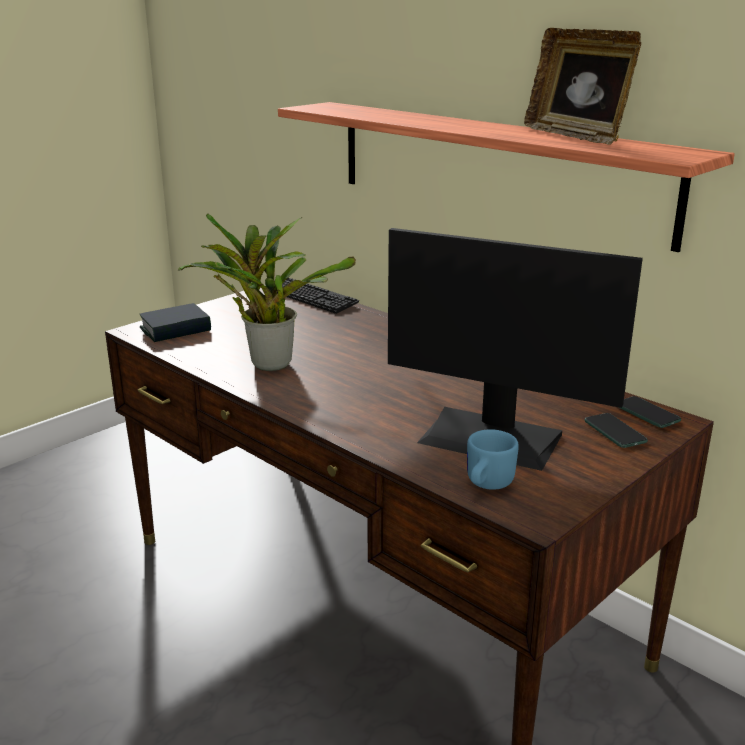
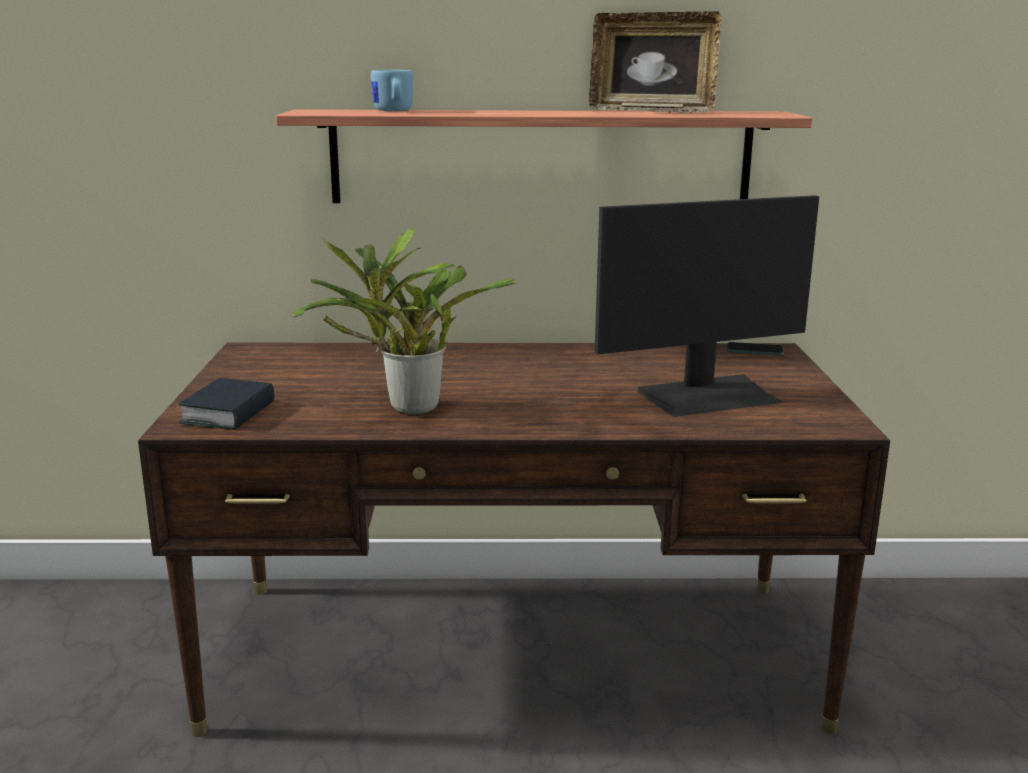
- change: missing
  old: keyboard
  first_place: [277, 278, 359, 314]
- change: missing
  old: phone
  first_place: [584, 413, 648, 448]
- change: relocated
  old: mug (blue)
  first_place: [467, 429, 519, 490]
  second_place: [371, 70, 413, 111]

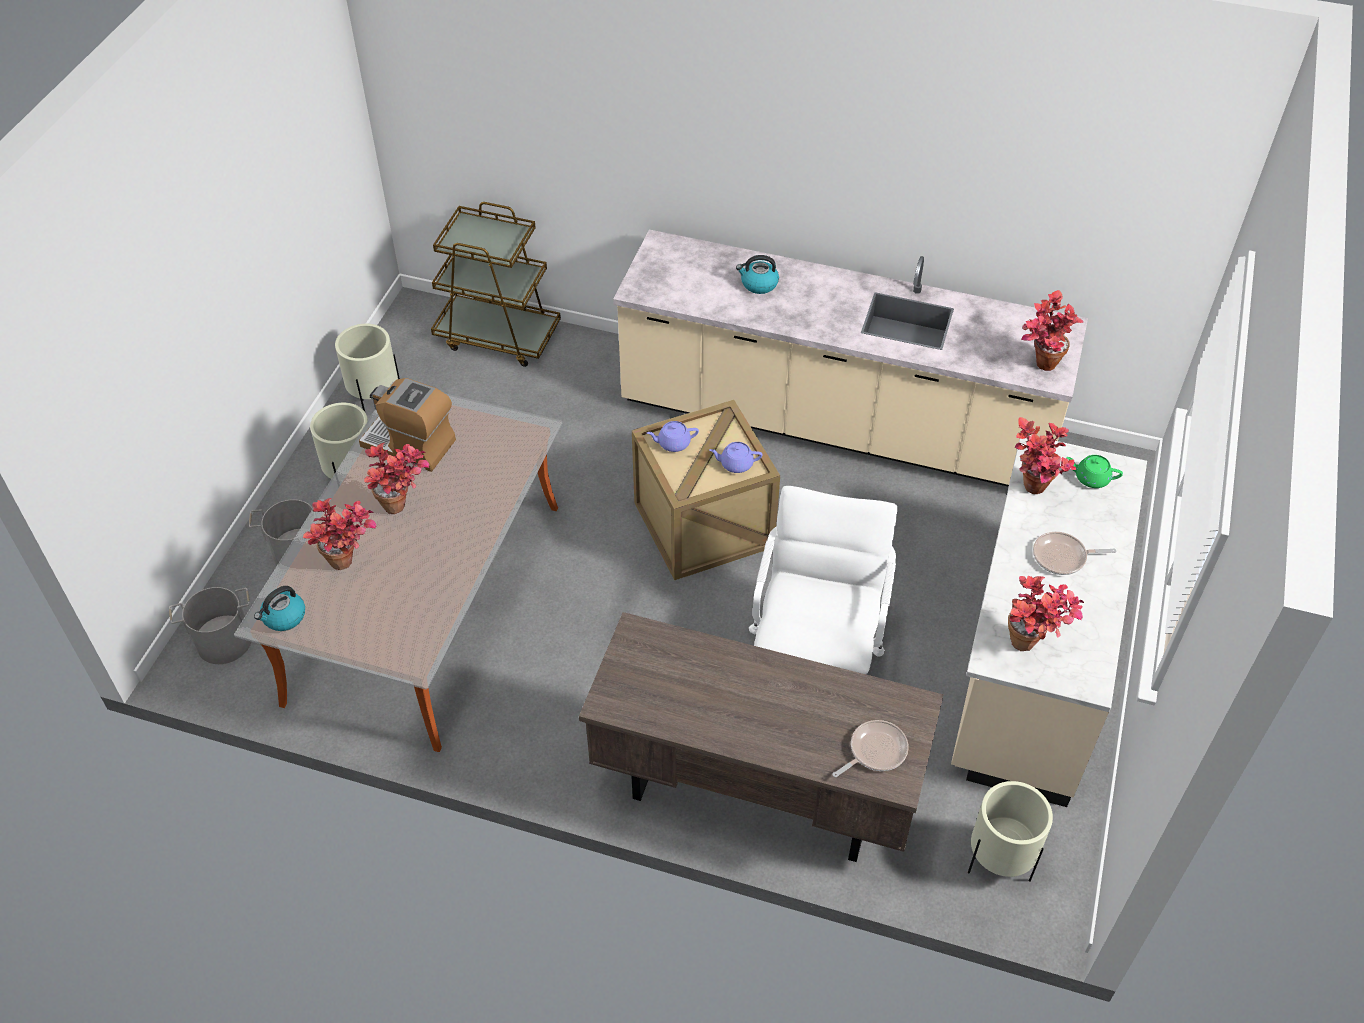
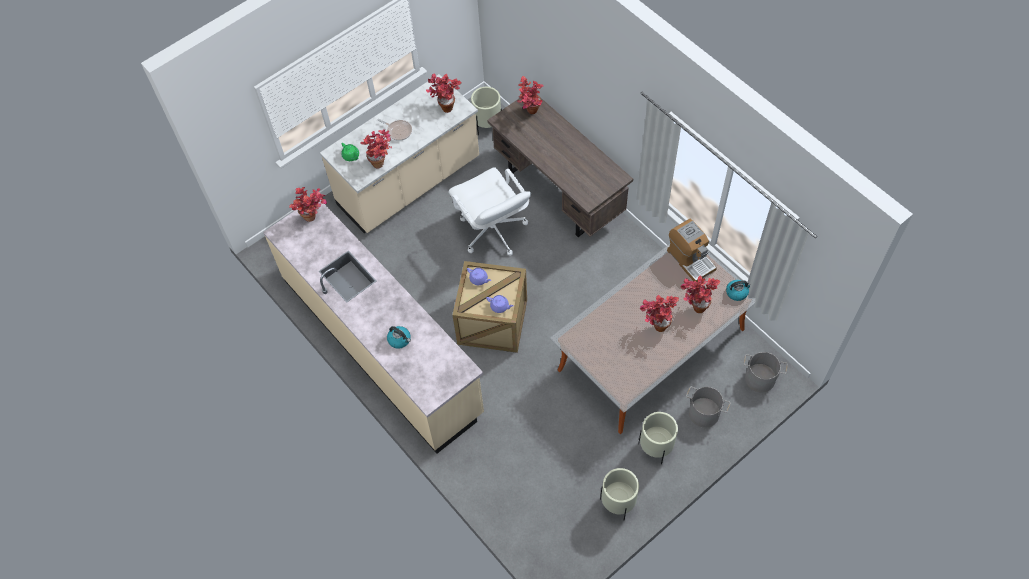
- change: missing
  old: cart (brown)
  first_place: [431, 202, 561, 367]
- change: relocated
  old: coffee machine
  first_place: [359, 378, 456, 472]
  second_place: [667, 219, 717, 282]
- change: spun
  old: office chair (white)
  first_place: [749, 486, 897, 674]
  second_place: [449, 167, 531, 256]
  degrees: -75
- change: exchanged
  old: frying pan
  new: potted plant
  first_place: [833, 720, 909, 778]
  second_place: [517, 76, 544, 114]

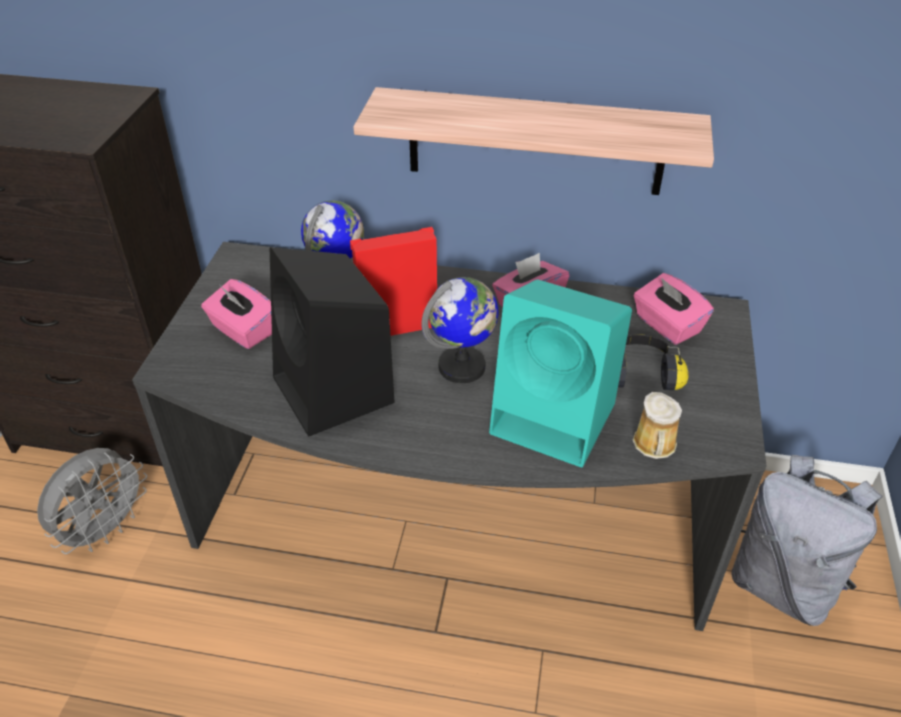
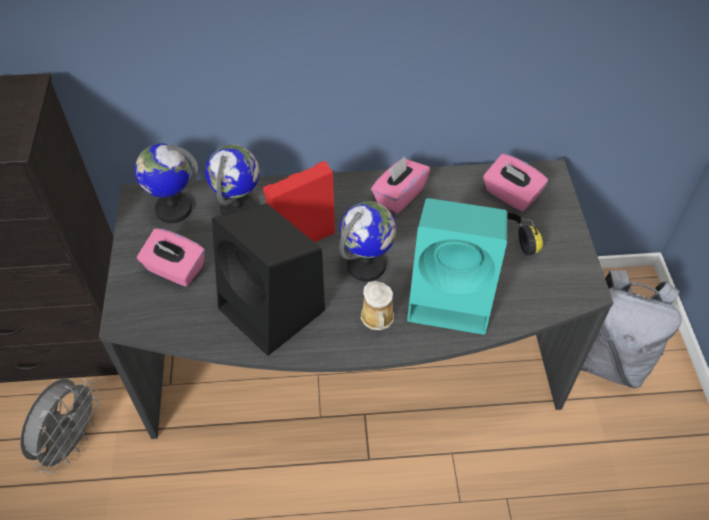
- change: missing
  old: shelf
  first_place: [353, 87, 714, 195]
- change: relocated
  old: mug
  first_place: [633, 392, 682, 459]
  second_place: [361, 281, 394, 330]
- change: appeared
  new: globe
  second_place: [135, 143, 198, 223]

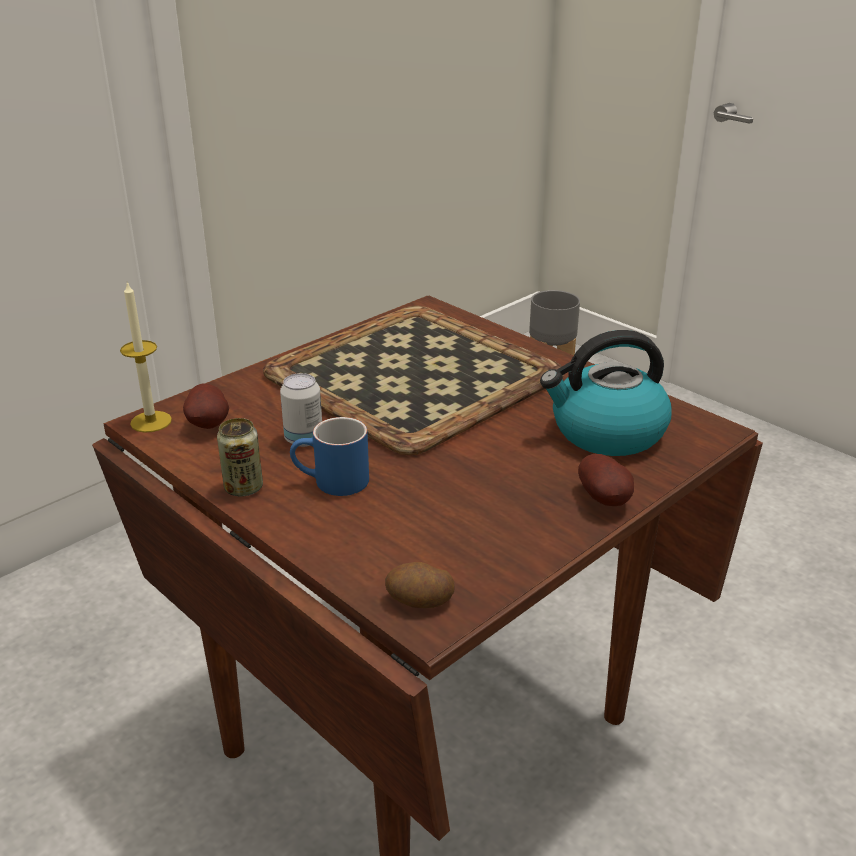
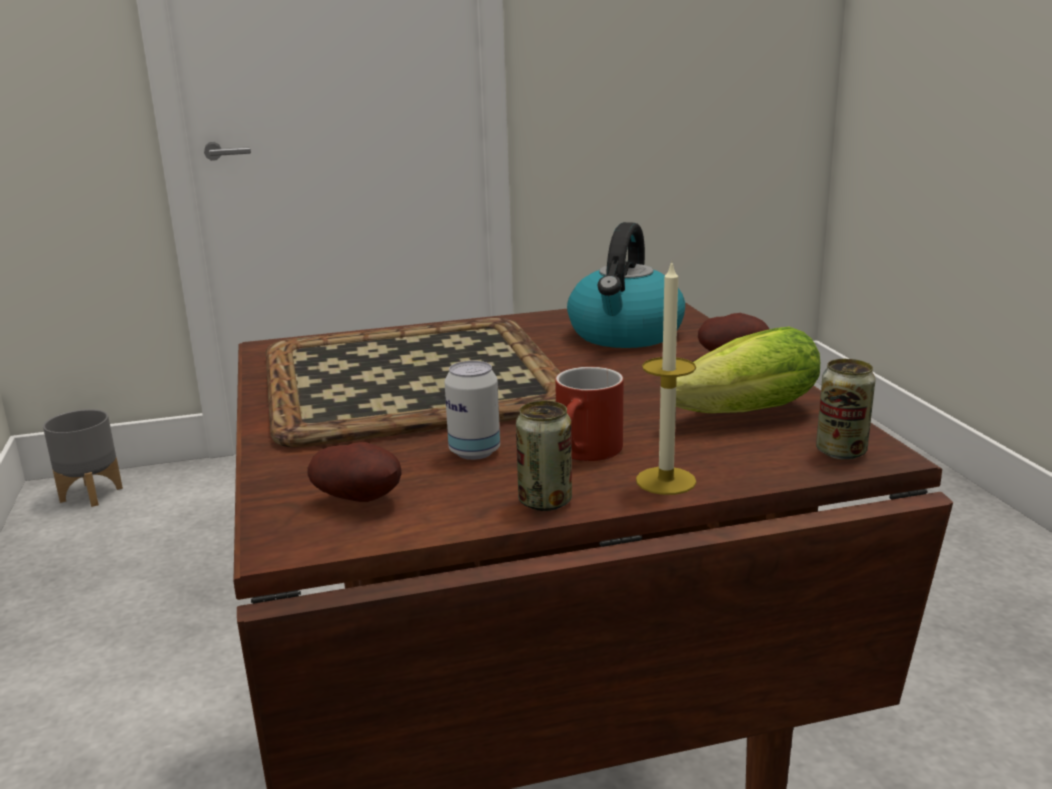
- change: relocated
  old: candle
  first_place: [120, 282, 172, 433]
  second_place: [636, 261, 697, 495]
- change: colour
  old: mug (blue)
  new: mug (red)
  first_place: [290, 417, 369, 496]
  second_place: [555, 367, 623, 461]
- change: exchanged
  old: potato
  new: can
  first_place: [385, 562, 455, 608]
  second_place: [816, 359, 875, 460]
- change: appeared
  new: lettuce
  second_place: [660, 327, 820, 413]

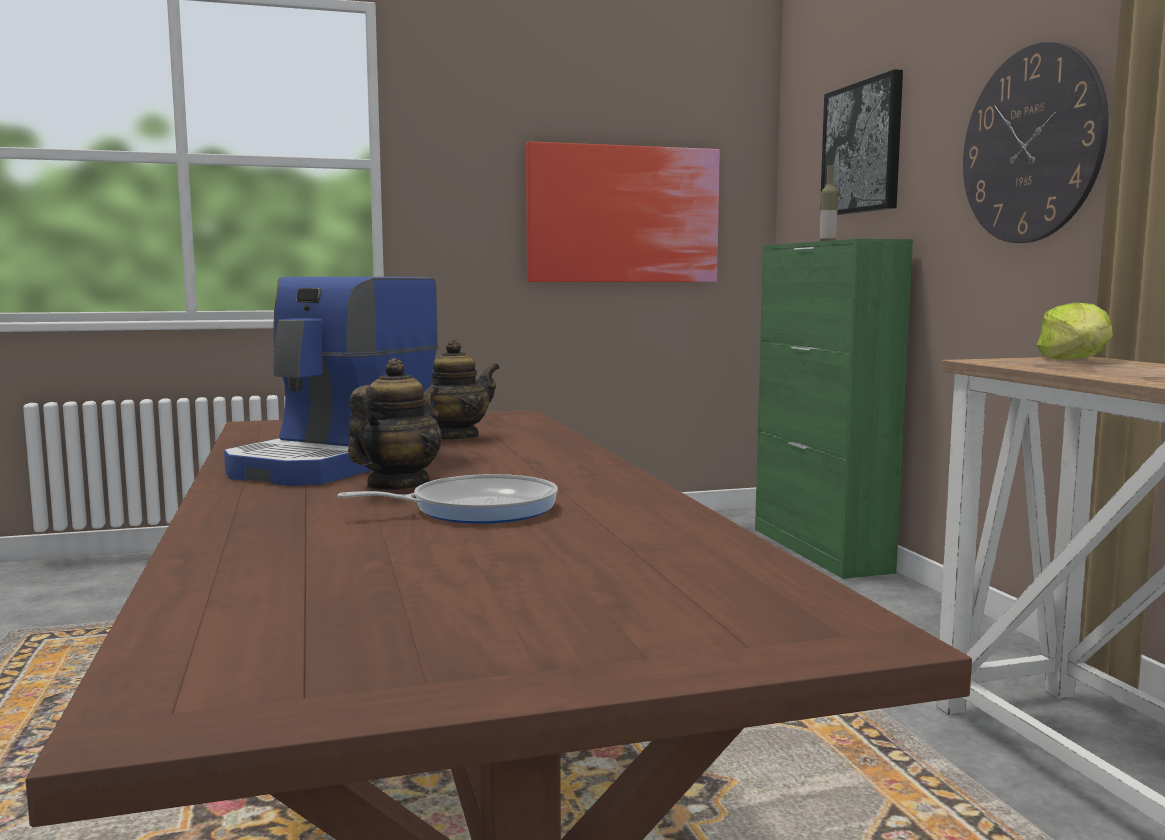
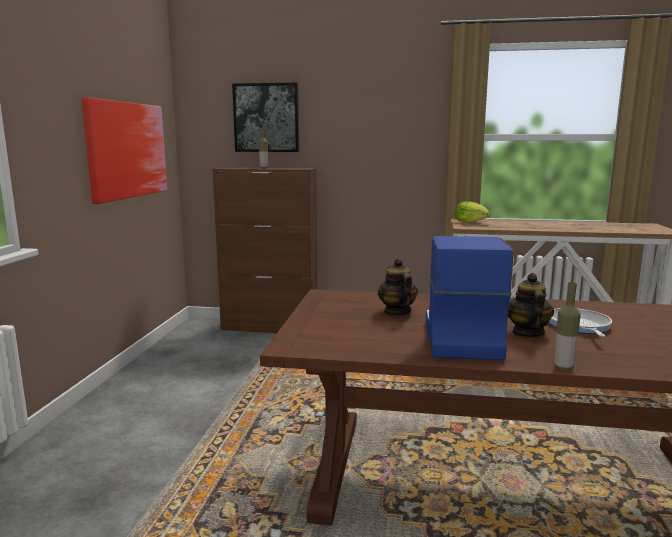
- change: missing
  old: wall clock
  first_place: [963, 42, 1108, 243]
- change: colour
  old: cabinet (green)
  new: cabinet (brown)
  first_place: [755, 239, 913, 579]
  second_place: [212, 167, 317, 333]
- change: spun
  old: coffee machine
  first_place: [224, 277, 439, 486]
  second_place: [426, 236, 514, 360]
  degrees: -135
- change: spun
  old: teapot
  first_place: [348, 358, 442, 490]
  second_place: [508, 273, 554, 337]
  degrees: 45
- change: appeared
  new: bottle
  second_place: [554, 282, 581, 370]

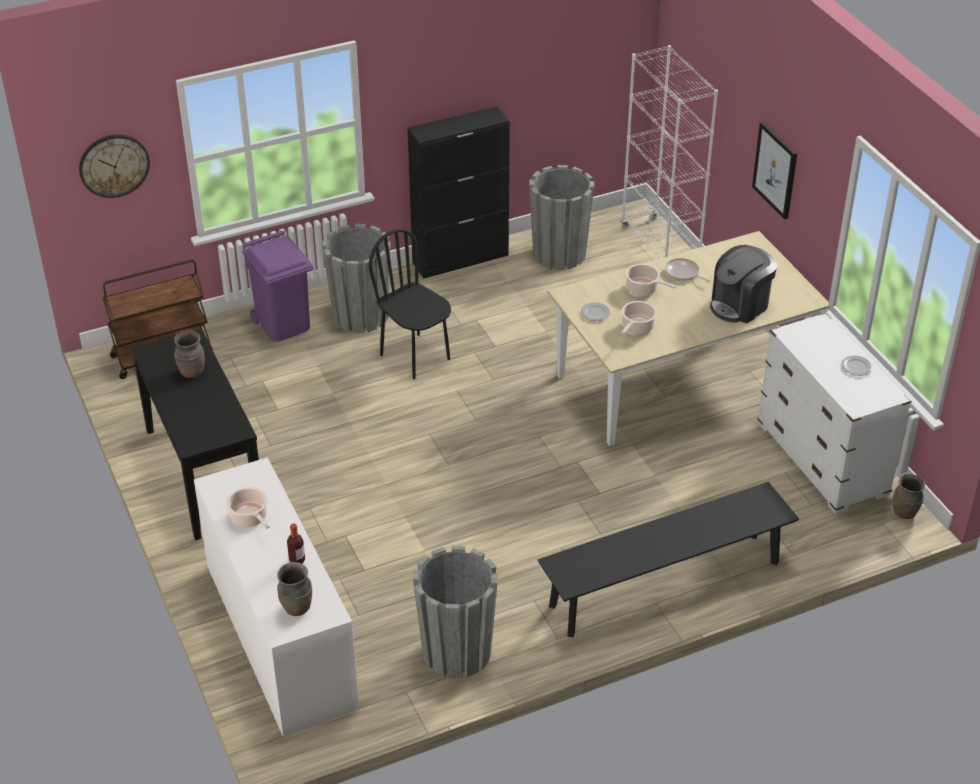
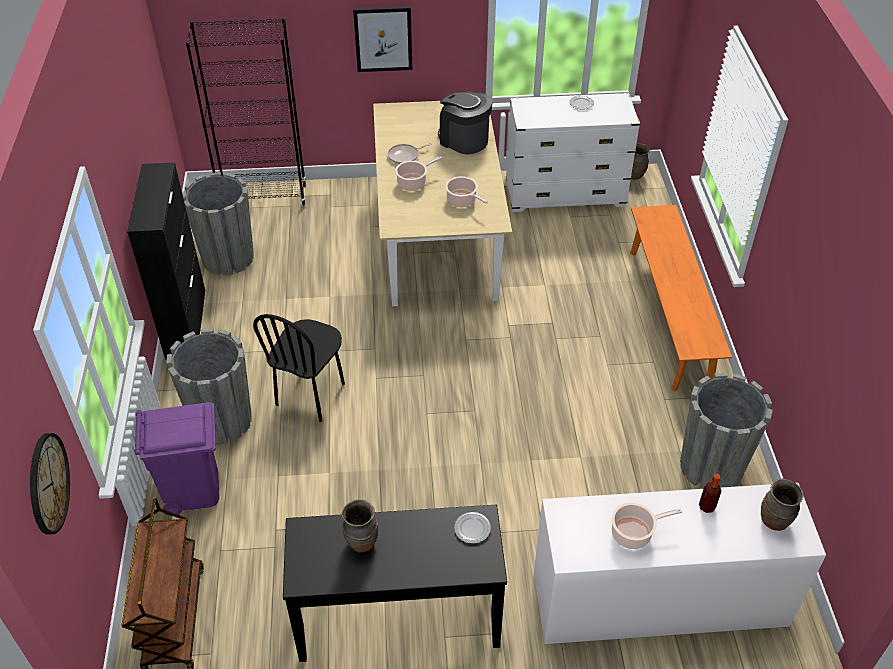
- change: colour
  old: bookcase (white)
  new: bookcase (black)
  first_place: [621, 45, 718, 259]
  second_place: [186, 18, 306, 205]
- change: spun
  old: chair (black)
  first_place: [369, 228, 451, 380]
  second_place: [253, 314, 345, 422]
  degrees: -45
- change: spun
  old: coffee machine
  first_place: [710, 245, 777, 323]
  second_place: [438, 91, 492, 154]
  degrees: 150
- change: relocated
  old: plate
  first_place: [581, 303, 610, 321]
  second_place: [454, 512, 491, 543]
- change: colour
  old: bench (black)
  new: bench (orange)
  first_place: [537, 482, 799, 637]
  second_place: [630, 205, 732, 392]

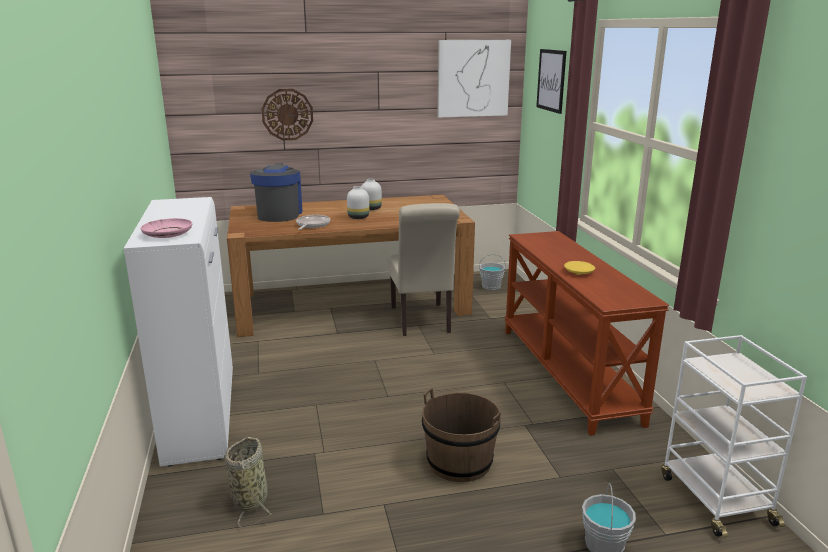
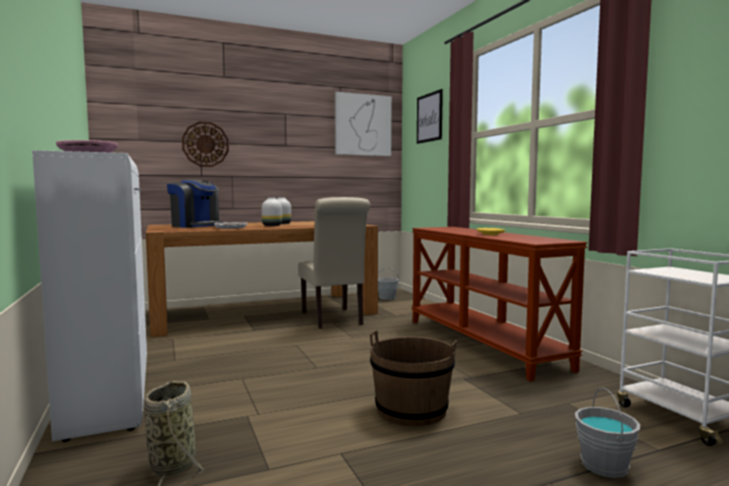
- change: spun
  old: coffee machine
  first_place: [250, 163, 303, 222]
  second_place: [167, 179, 223, 228]
  degrees: 135

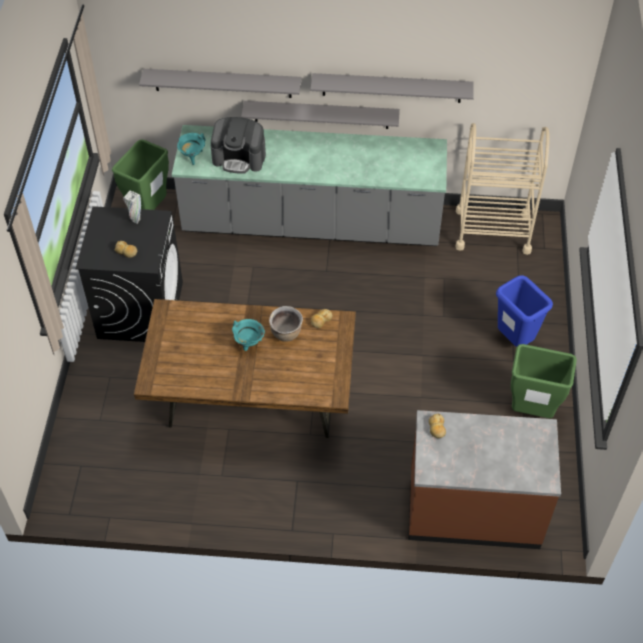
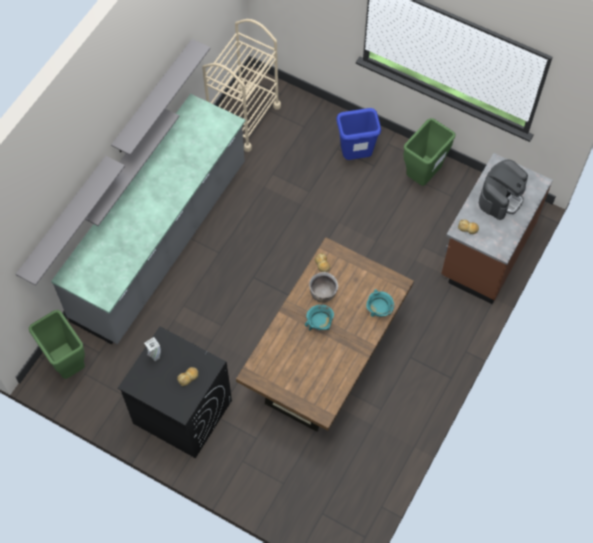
- change: relocated
  old: coffee machine
  first_place: [211, 117, 266, 174]
  second_place: [479, 159, 528, 220]
- change: relocated
  old: cooking pot (turquoise)
  first_place: [177, 133, 205, 165]
  second_place: [366, 289, 394, 317]

